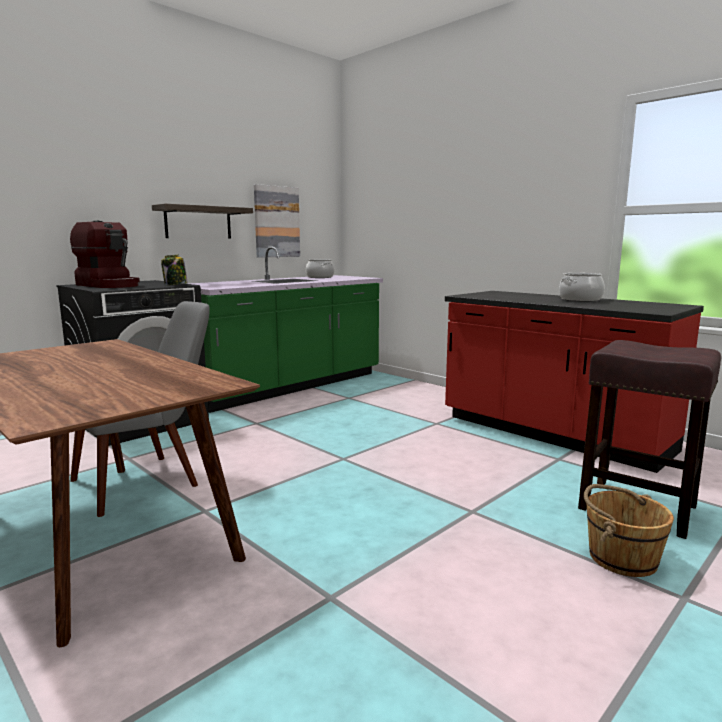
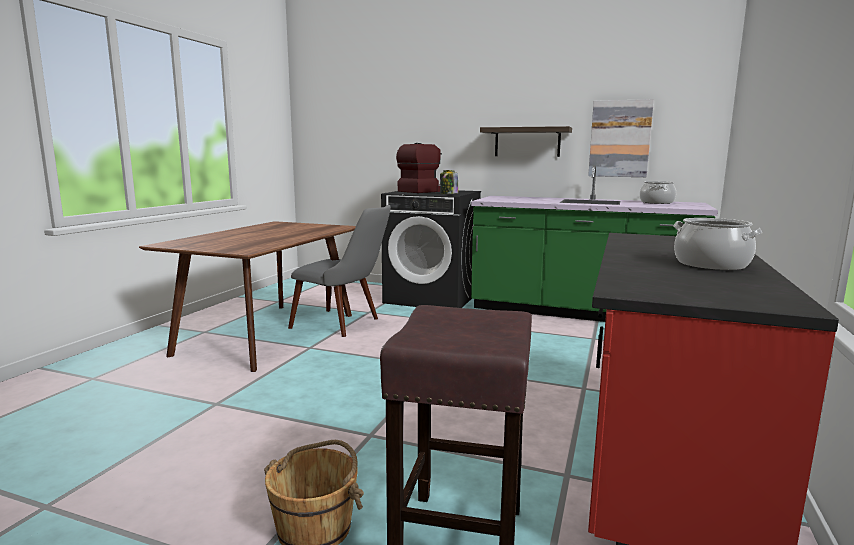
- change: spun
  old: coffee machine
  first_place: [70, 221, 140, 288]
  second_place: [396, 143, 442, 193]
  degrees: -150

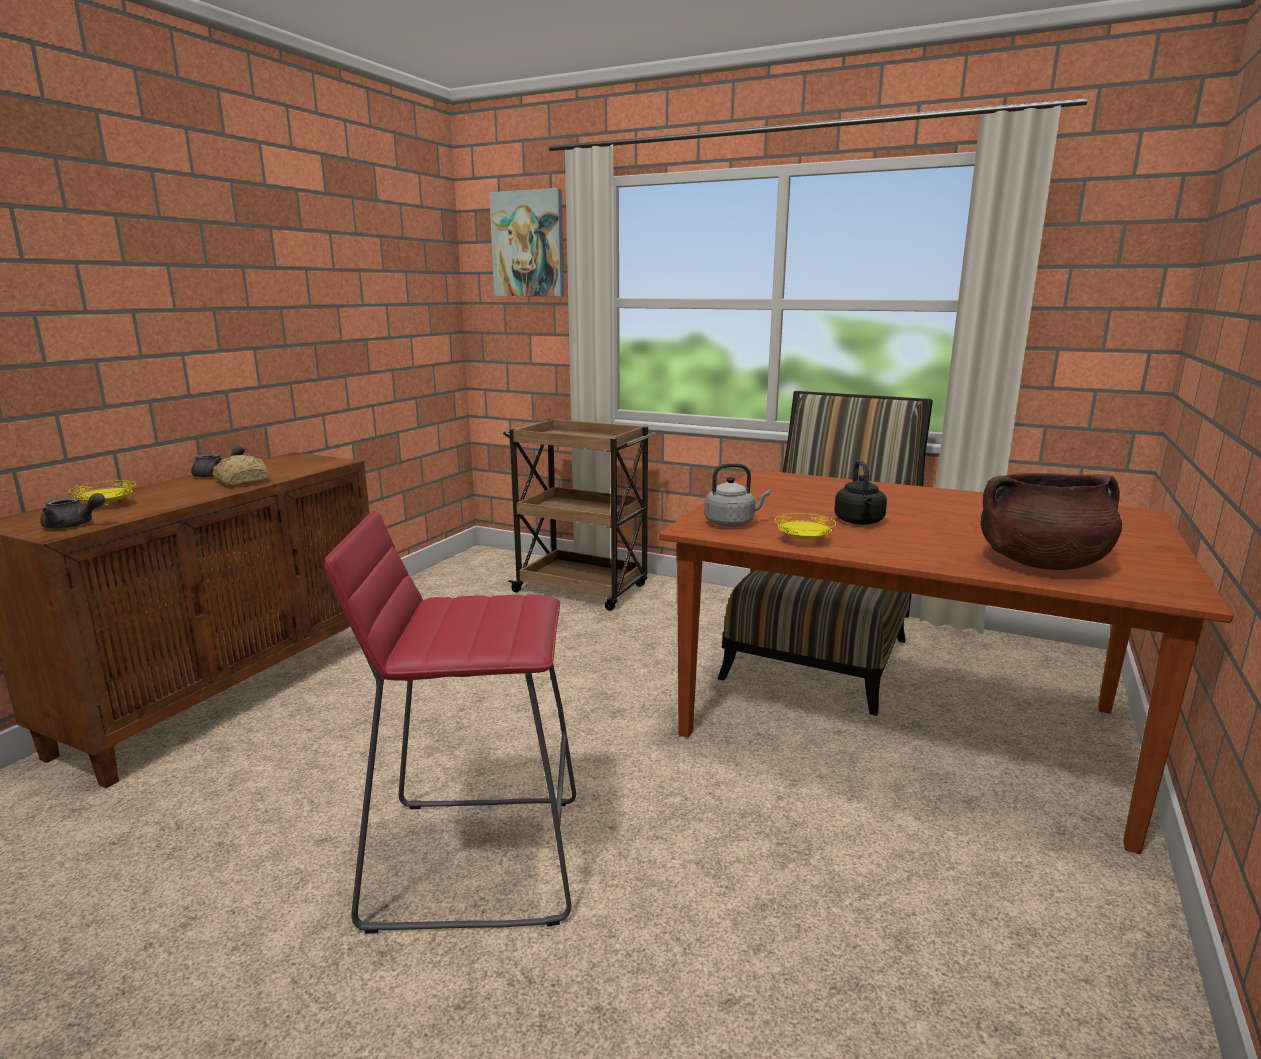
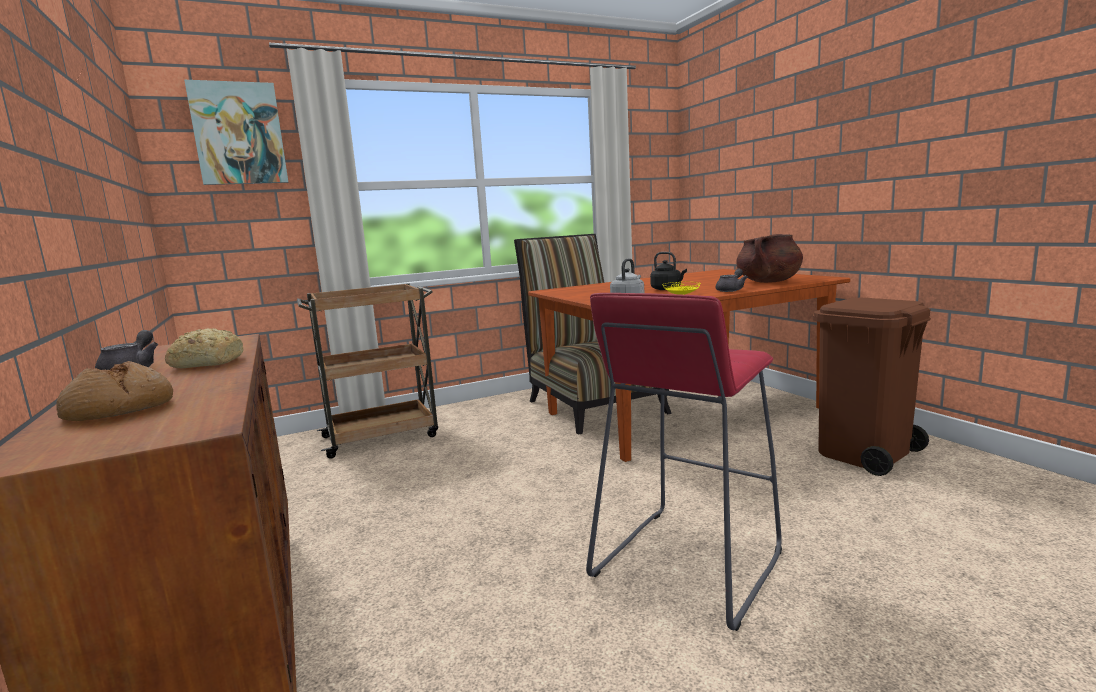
- change: exchanged
  old: plate (yellow)
  new: bread
  first_place: [69, 480, 136, 505]
  second_place: [56, 361, 173, 421]
- change: relocated
  old: teapot (grey)
  first_place: [40, 493, 105, 529]
  second_place: [715, 269, 748, 292]
- change: appeared
  new: trash can (brown)
  second_place: [813, 298, 931, 476]

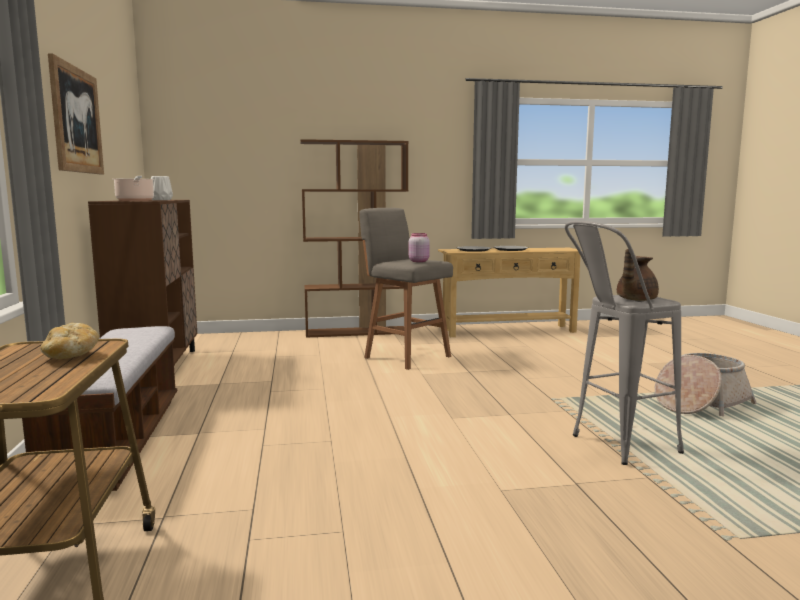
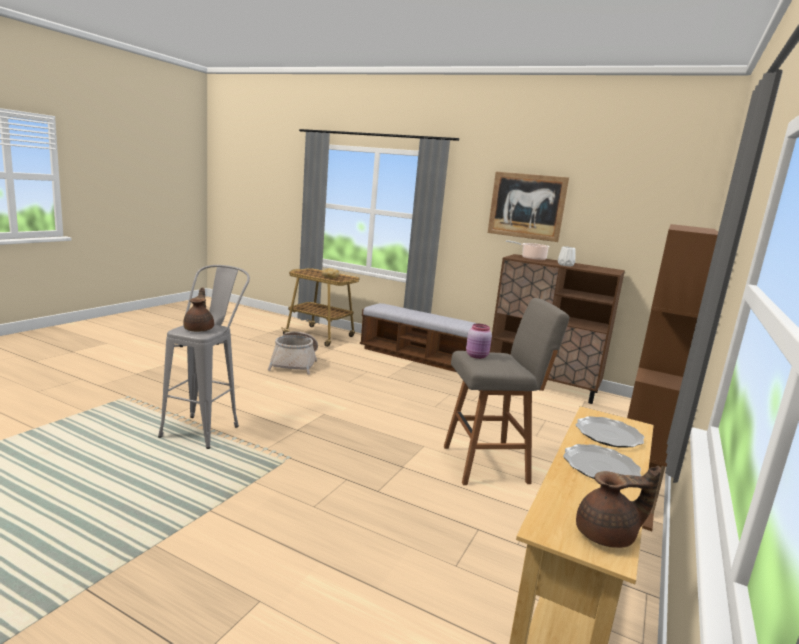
- change: relocated
  old: basket
  first_place: [655, 353, 757, 416]
  second_place: [268, 331, 318, 375]
- change: appeared
  new: teapot (brown)
  second_place: [576, 466, 661, 548]

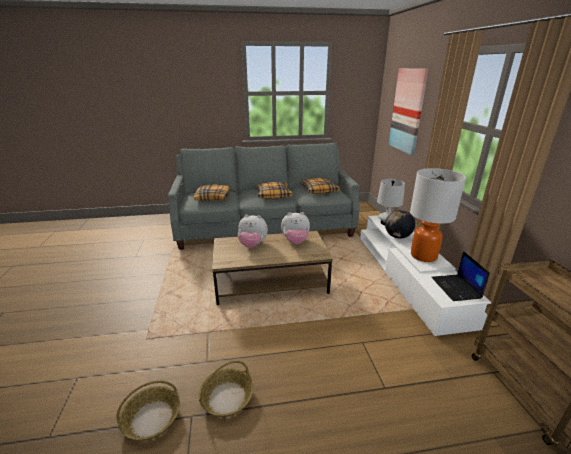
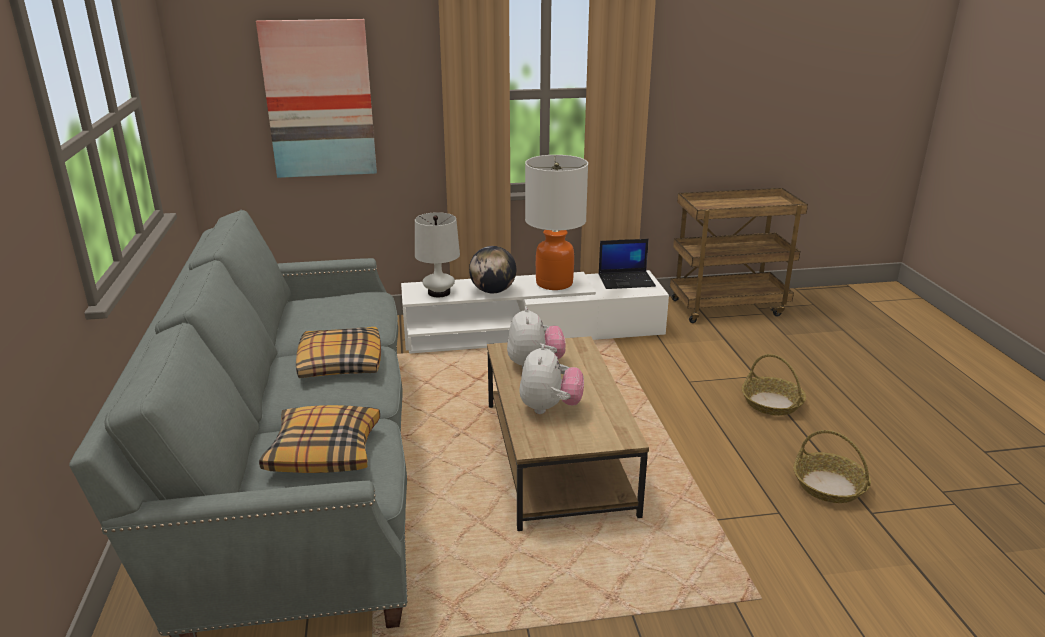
- change: missing
  old: pillow
  first_place: [300, 178, 340, 194]
- change: relocated
  old: basket
  first_place: [116, 380, 180, 440]
  second_place: [742, 354, 806, 416]

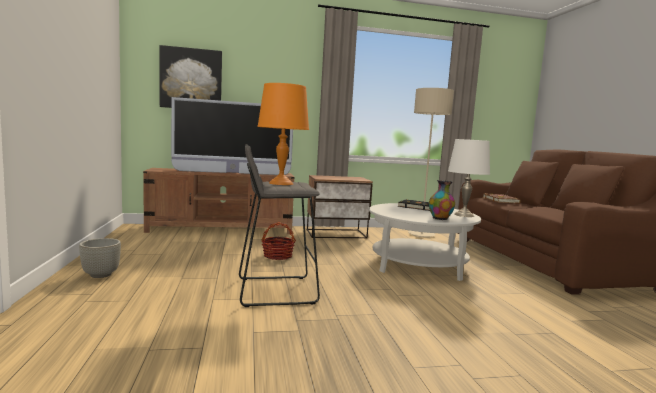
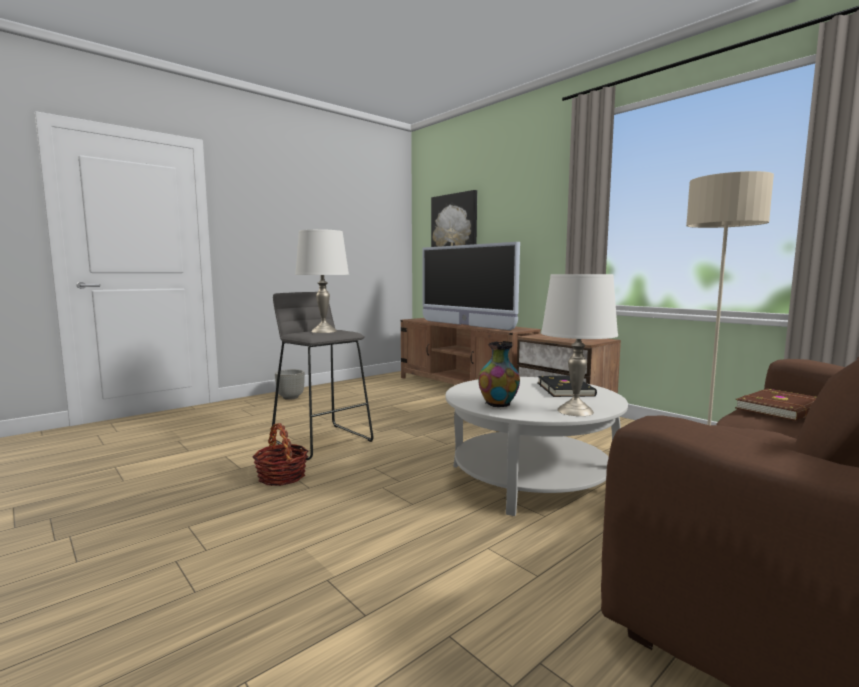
- change: colour
  old: table lamp (orange)
  new: table lamp (white)
  first_place: [257, 83, 309, 185]
  second_place: [295, 229, 349, 333]
- change: relocated
  old: basket
  first_place: [261, 222, 296, 260]
  second_place: [253, 423, 308, 486]

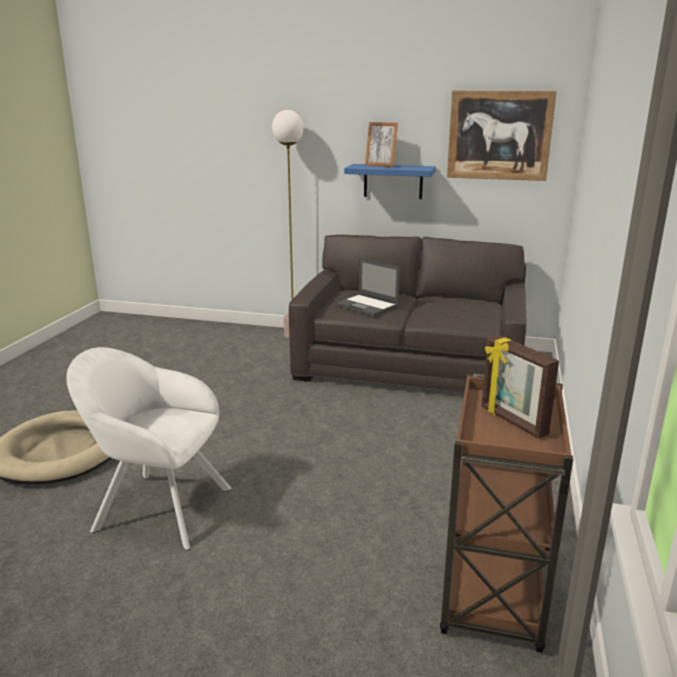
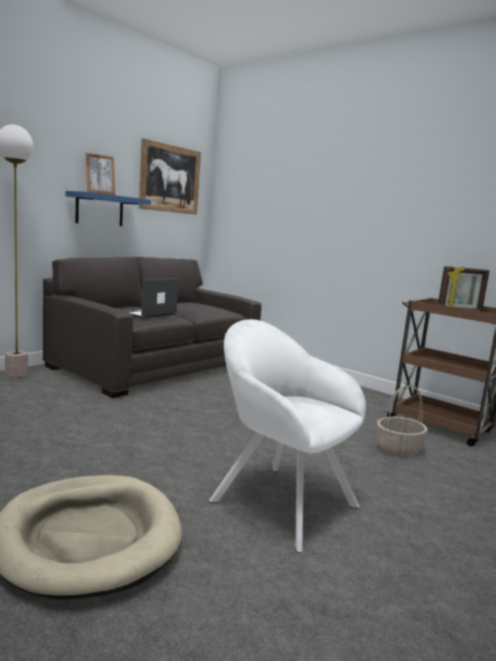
- change: spun
  old: laptop
  first_place: [334, 258, 400, 316]
  second_place: [122, 278, 178, 319]
  degrees: 150
- change: spun
  old: armchair (white)
  first_place: [66, 347, 232, 550]
  second_place: [209, 319, 366, 553]
  degrees: 90
- change: appeared
  new: basket
  second_place: [376, 385, 427, 456]

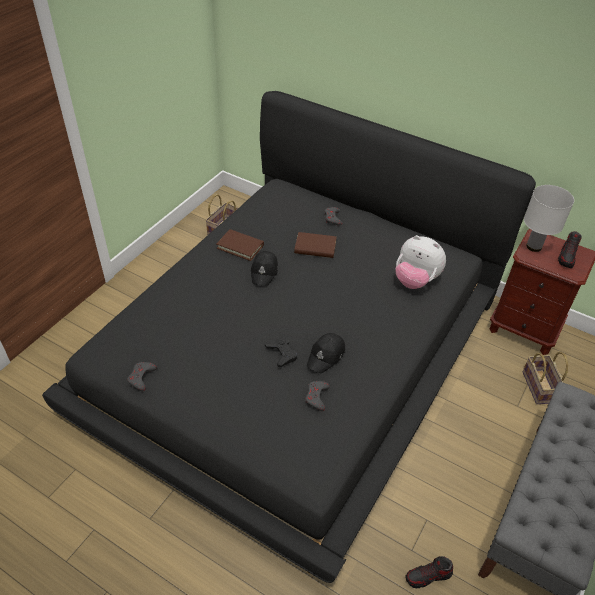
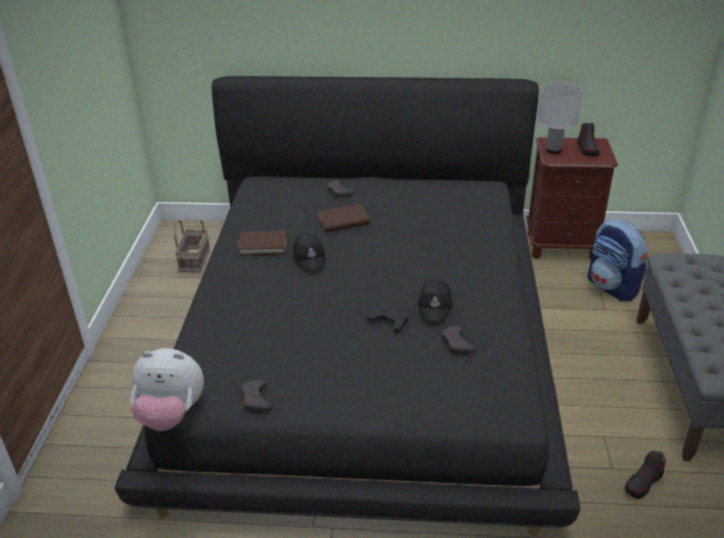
- change: relocated
  old: plush toy
  first_place: [395, 235, 446, 289]
  second_place: [130, 348, 204, 431]
- change: exchanged
  old: basket
  new: backpack
  first_place: [522, 352, 568, 404]
  second_place: [588, 220, 648, 302]

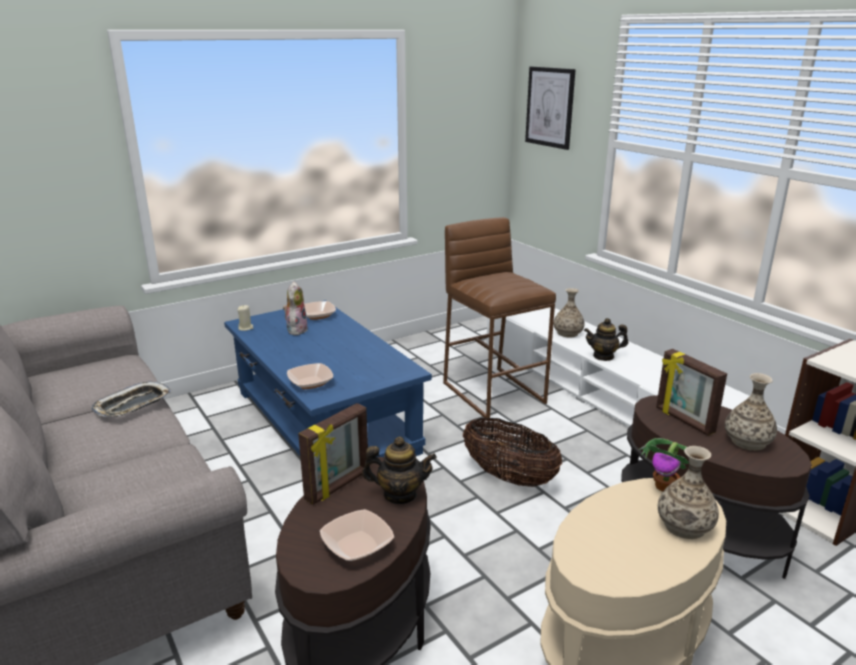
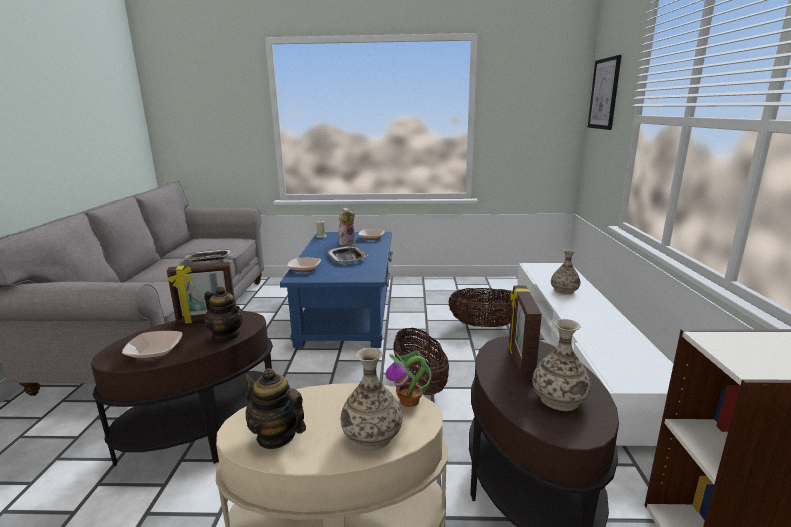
- change: exchanged
  old: stool (brown)
  new: basket
  first_place: [443, 217, 556, 418]
  second_place: [448, 288, 513, 327]
- change: relocated
  old: teapot
  first_place: [584, 318, 628, 361]
  second_place: [243, 368, 306, 449]
- change: appeared
  new: tray
  second_place: [327, 246, 368, 263]

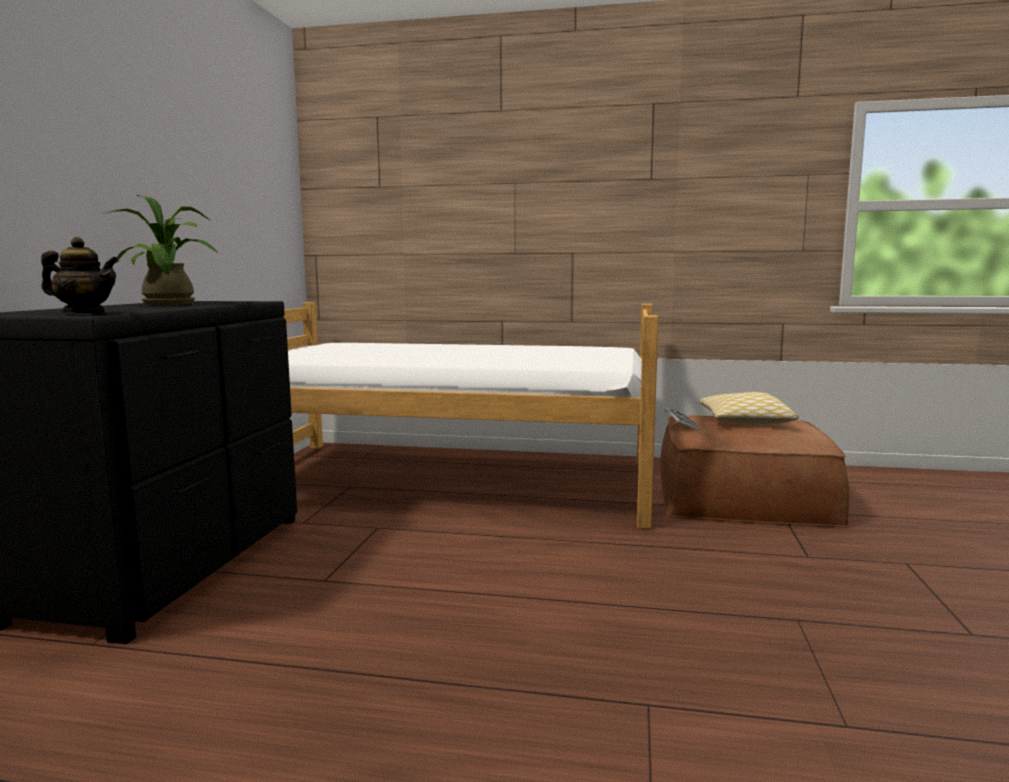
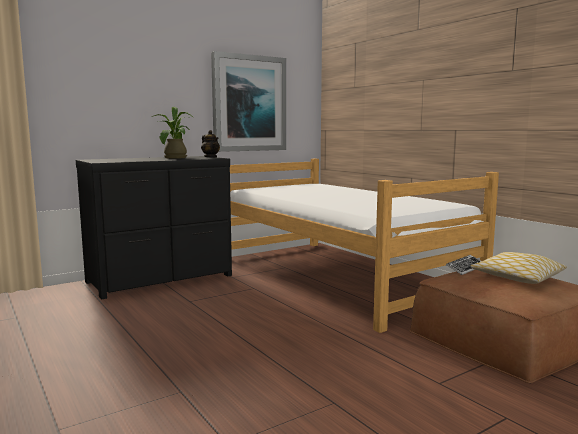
- change: relocated
  old: teapot
  first_place: [41, 237, 119, 313]
  second_place: [201, 130, 220, 158]
- change: appeared
  new: picture
  second_place: [211, 51, 286, 152]

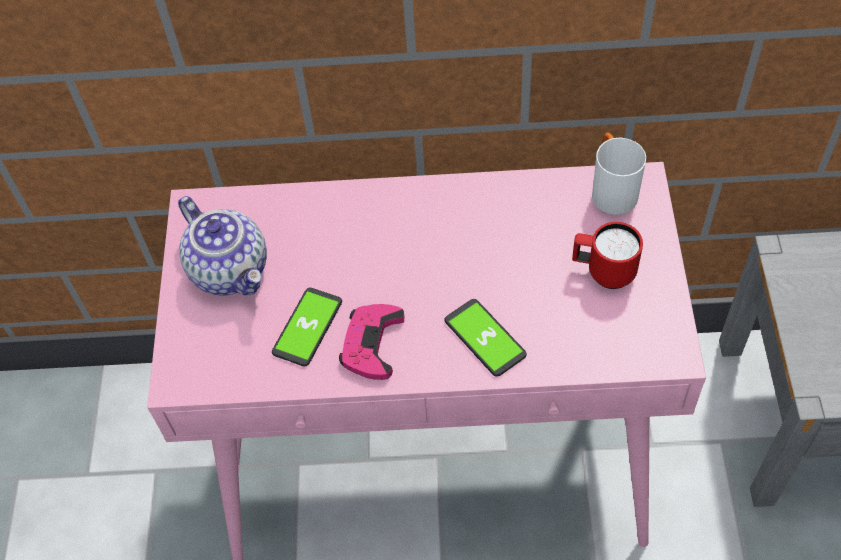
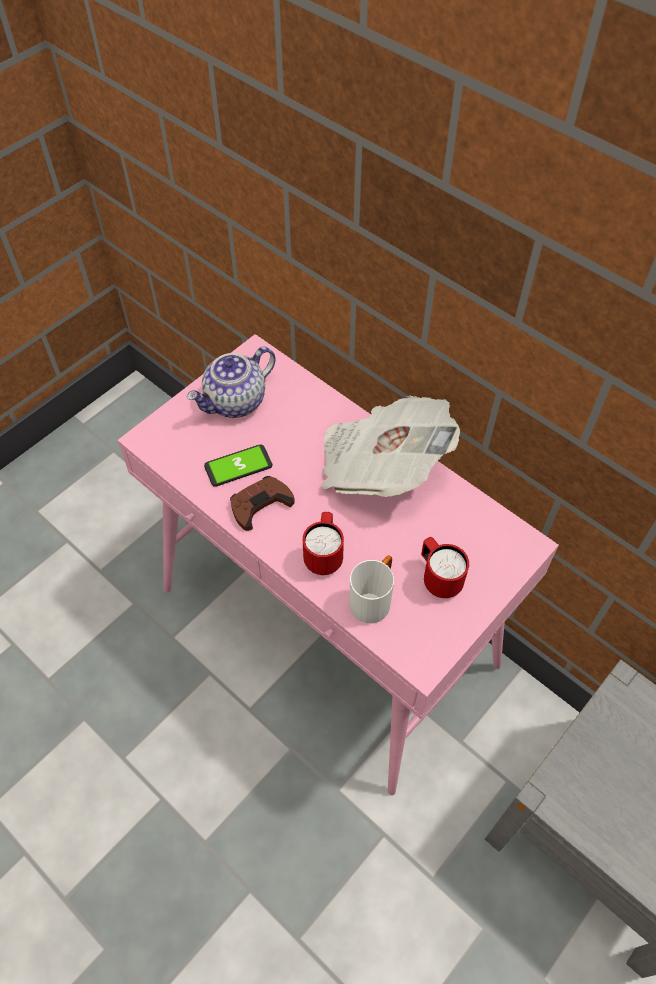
- change: relocated
  old: mug (white)
  first_place: [592, 133, 646, 215]
  second_place: [350, 555, 394, 623]
- change: spun
  old: teapot
  first_place: [178, 196, 267, 295]
  second_place: [187, 346, 276, 418]
  degrees: 45
- change: exchanged
  old: phone
  new: mug (red)
  first_place: [444, 299, 527, 377]
  second_place: [303, 512, 344, 575]
- change: colour
  old: game controller (pink)
  new: game controller (brown)
  first_place: [339, 304, 404, 380]
  second_place: [230, 476, 295, 531]
- change: appeared
  new: newspaper
  second_place: [322, 396, 460, 497]

